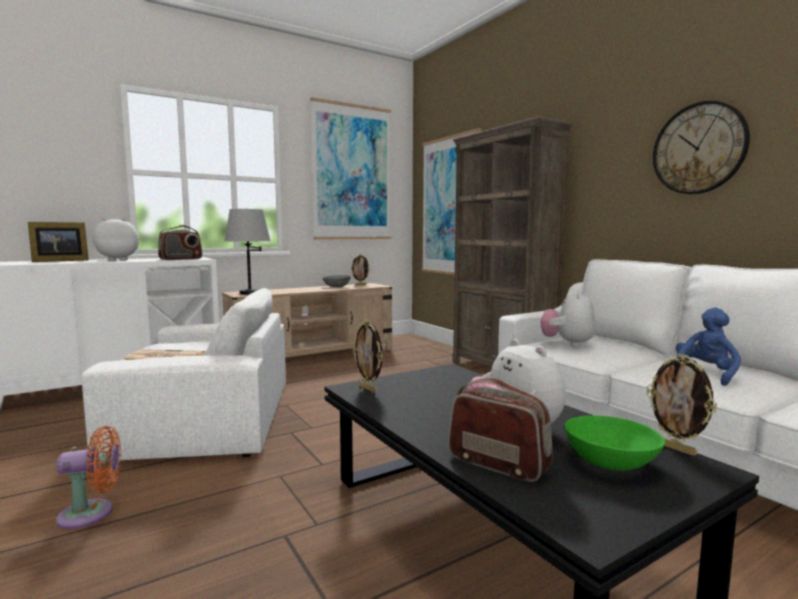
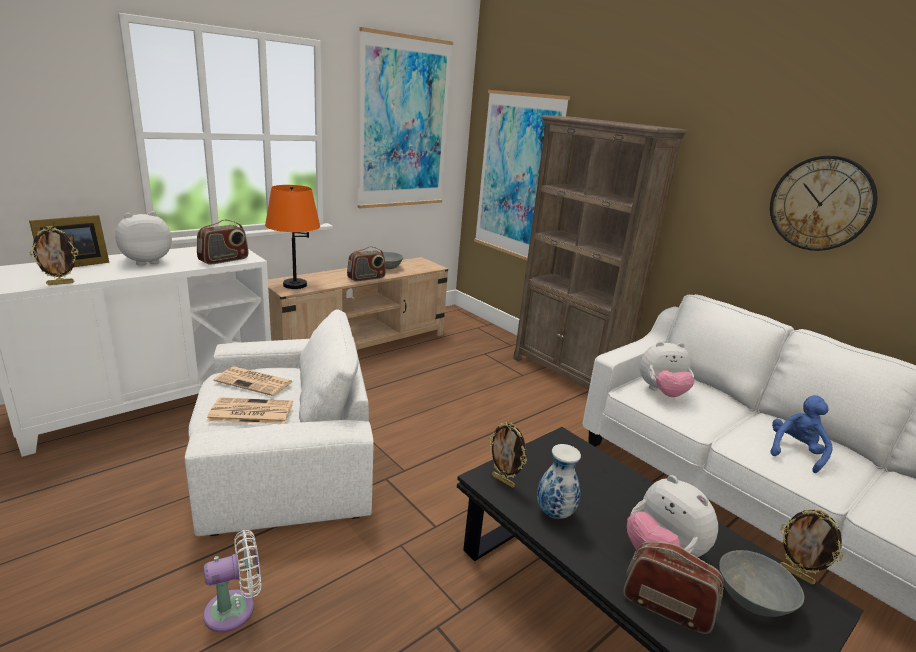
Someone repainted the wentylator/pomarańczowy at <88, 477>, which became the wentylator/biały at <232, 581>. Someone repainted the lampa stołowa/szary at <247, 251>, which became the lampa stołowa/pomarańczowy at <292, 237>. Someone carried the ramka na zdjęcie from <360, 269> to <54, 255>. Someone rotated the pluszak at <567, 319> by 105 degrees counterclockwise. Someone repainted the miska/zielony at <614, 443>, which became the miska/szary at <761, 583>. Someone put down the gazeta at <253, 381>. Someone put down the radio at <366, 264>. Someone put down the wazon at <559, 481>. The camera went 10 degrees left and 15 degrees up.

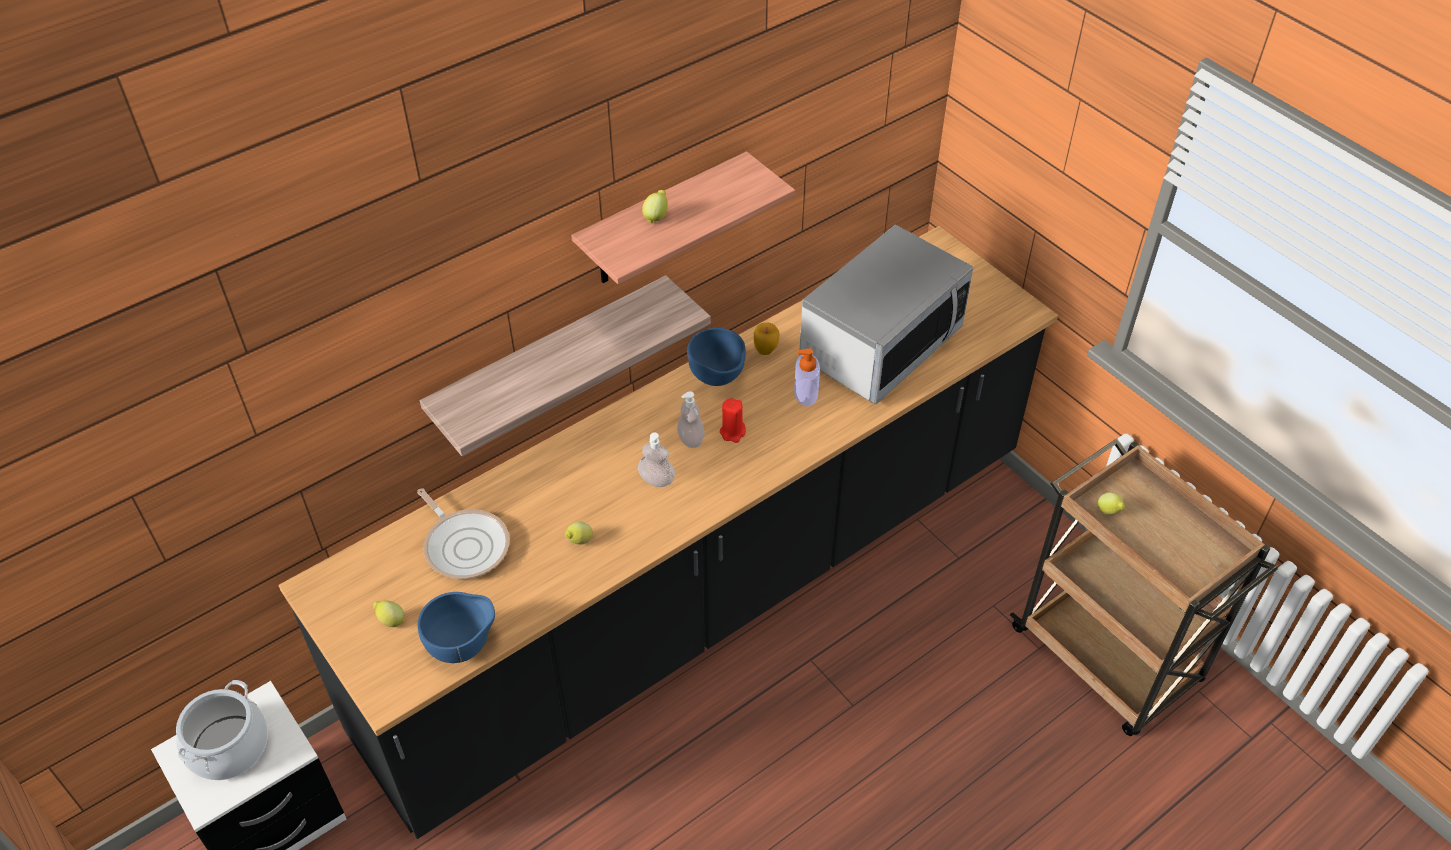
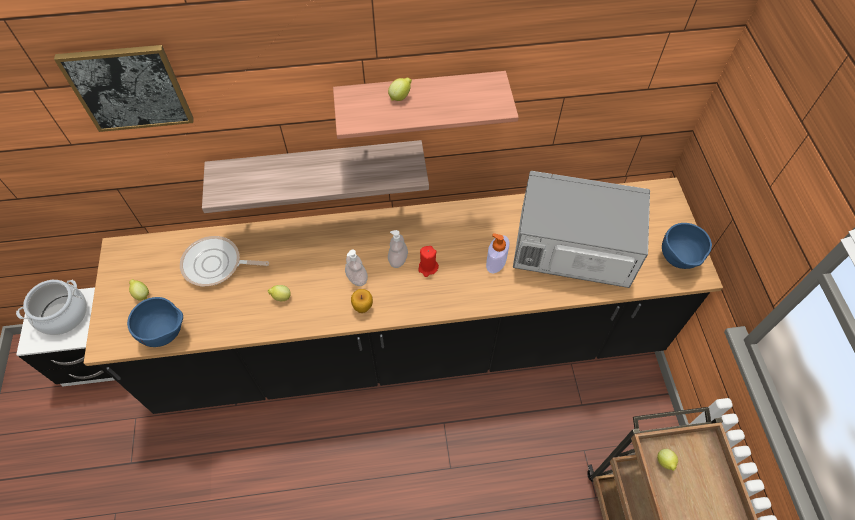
Someone rotated the patelnia at <463, 533> by 105 degrees clockwise. Someone carried the miska/niebieski from <716, 357> to <687, 246>. Someone carried the jabłko from <766, 338> to <362, 301>. Someone rotated the mikrofalówka at <886, 314> by 150 degrees counterclockwise. Someone put up the obraz at <124, 88>. The camera went 30 degrees right and 10 degrees up.

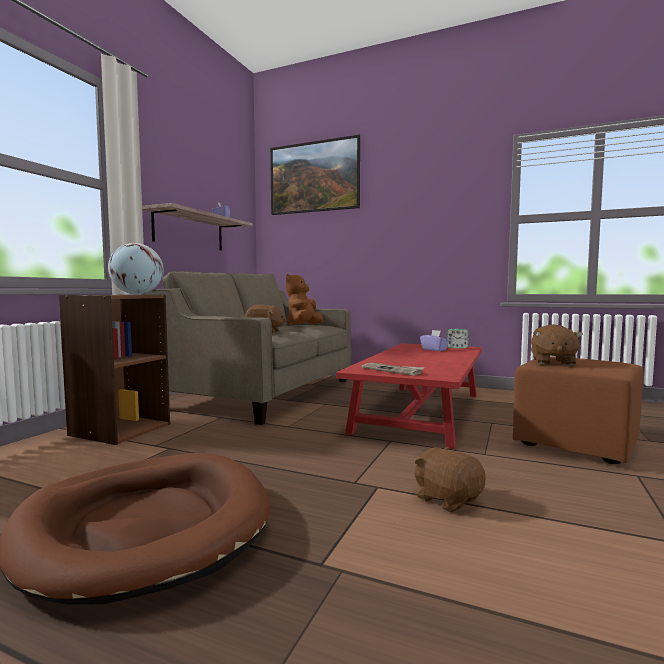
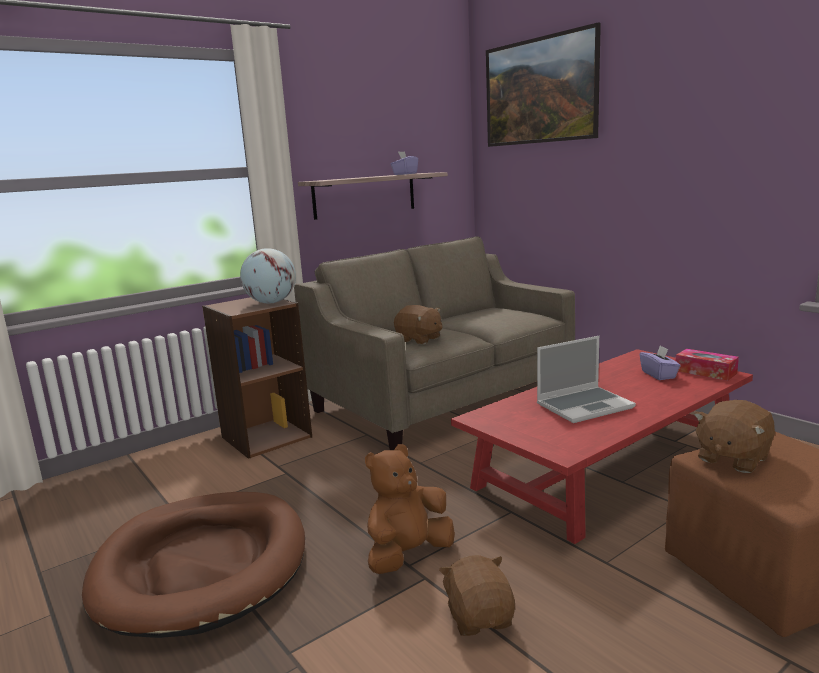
Someone carried the pluszak/brązowy from <304, 300> to <410, 509>. Someone took away the gazeta at <393, 369>. Someone swapped the budzik at <457, 339> for the pudełko chusteczek at <707, 365>. Someone put down the laptop at <586, 379>. The camera went 30 degrees right and 10 degrees up.

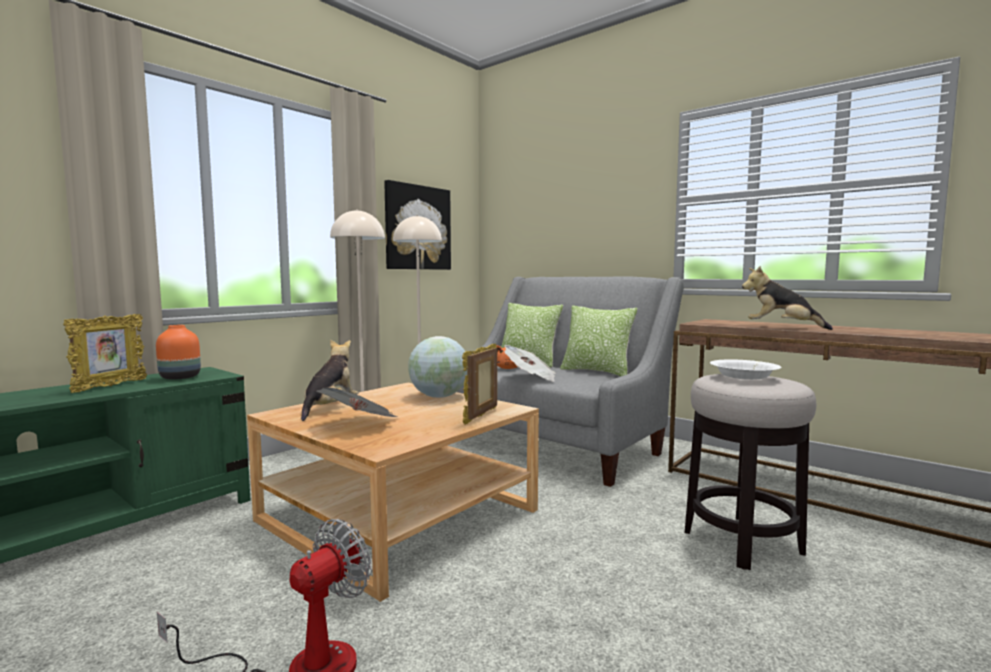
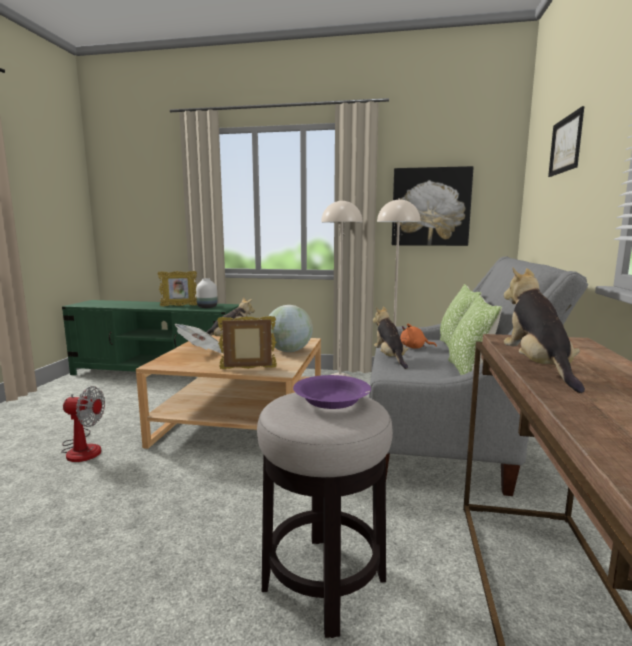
Someone repainted the wazon/pomarańczowy at <178, 352>, which became the wazon/biały at <207, 293>. Someone swapped the gazeta at <530, 363> for the pluszak at <390, 337>. Someone repainted the miska/biały at <745, 369>, which became the miska/fioletowy at <332, 392>. Someone put up the obraz at <566, 141>. The camera went 60 degrees right and 5 degrees up.

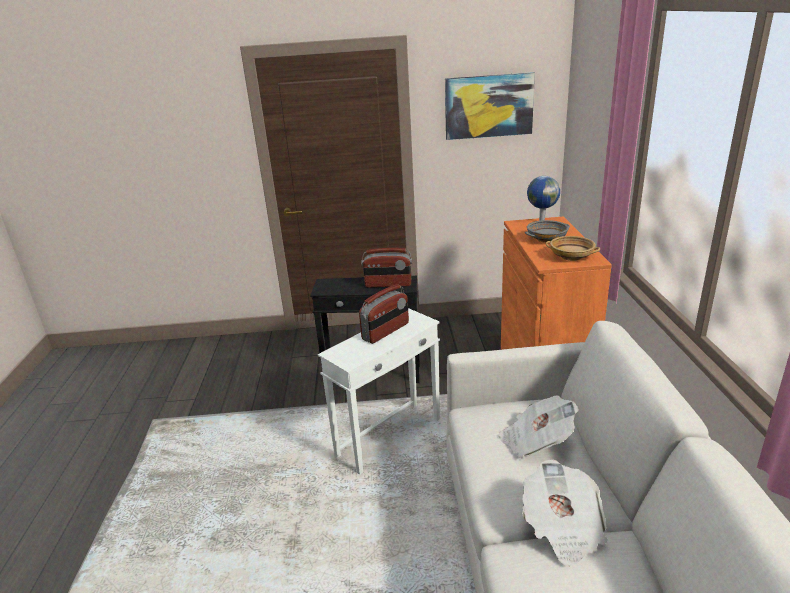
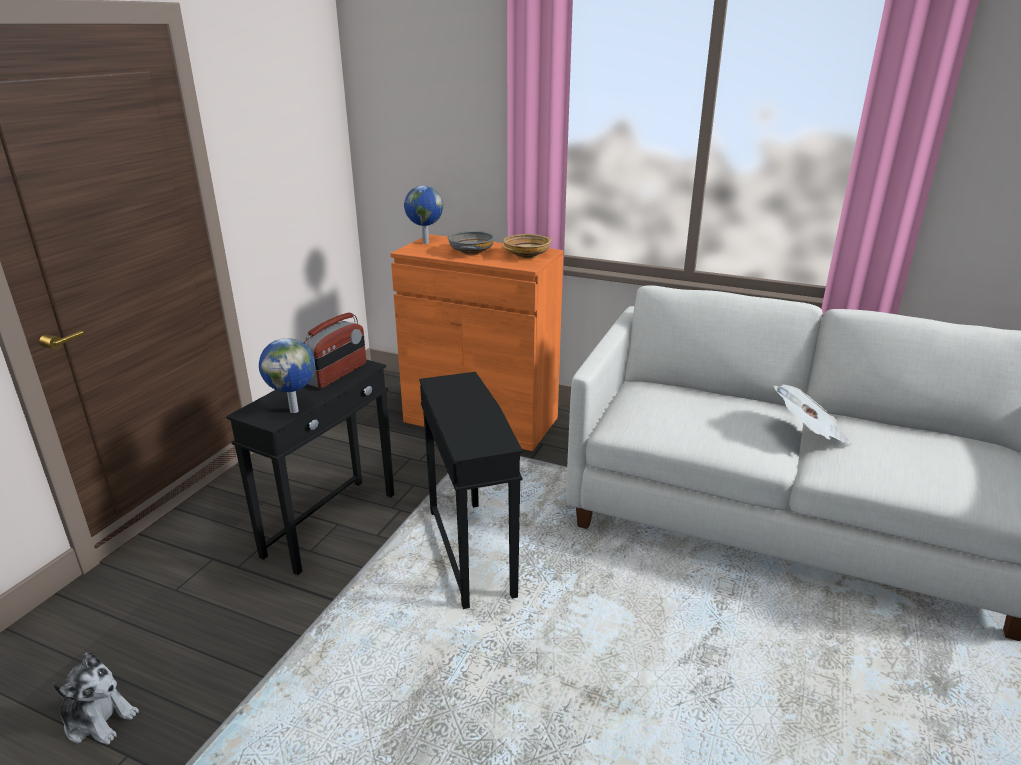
Someone repainted the stolik/biały at <379, 391>, which became the stolik/czarny at <471, 490>. Someone took away the radio at <384, 314>. Someone took away the obraz at <490, 106>. Someone took away the gazeta at <538, 427>. Someone put down the pluszak at <96, 698>. Someone put down the globus at <287, 375>. The camera went 65 degrees left and 0 degrees up.

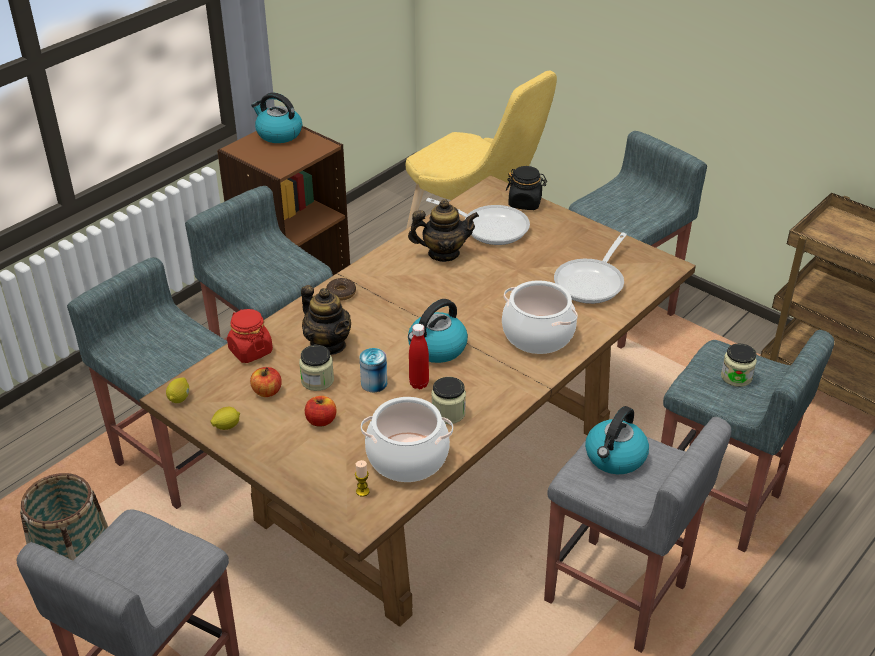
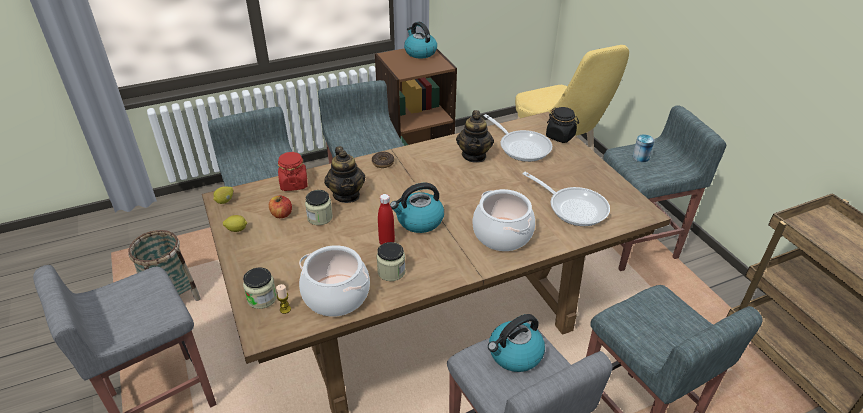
Someone took away the jabłko at <320, 411>. Someone carried the puszka from <373, 370> to <643, 148>. Someone rotated the imbryk at <443, 230> by 75 degrees clockwise. Someone rotated the patelnia at <590, 268> by 105 degrees counterclockwise. Someone carried the słoik from <739, 365> to <260, 288>. The camera went 25 degrees right and 0 degrees up.

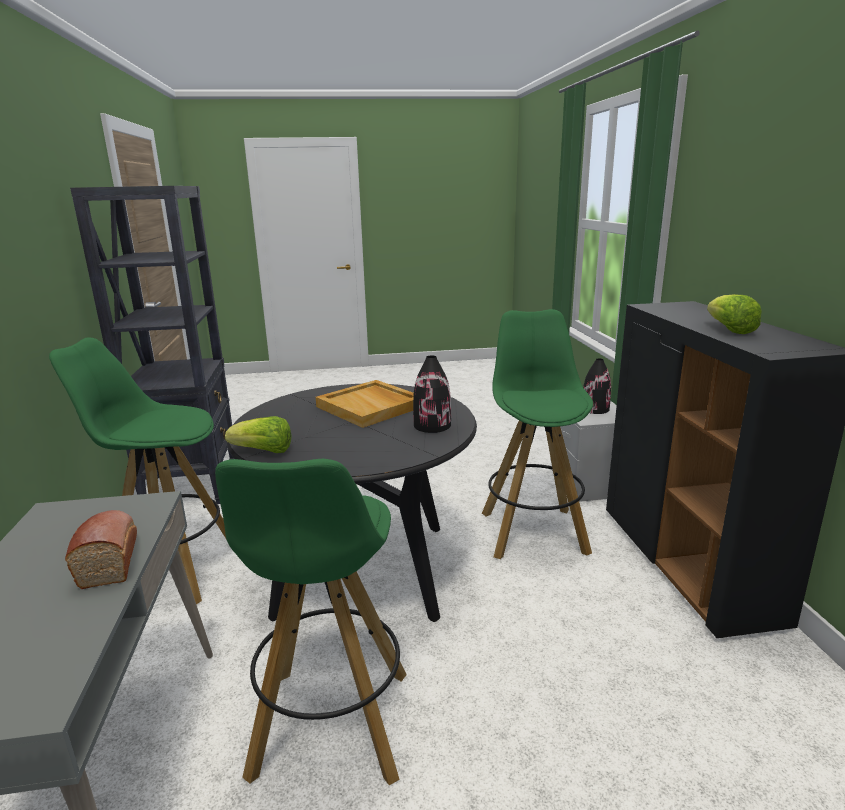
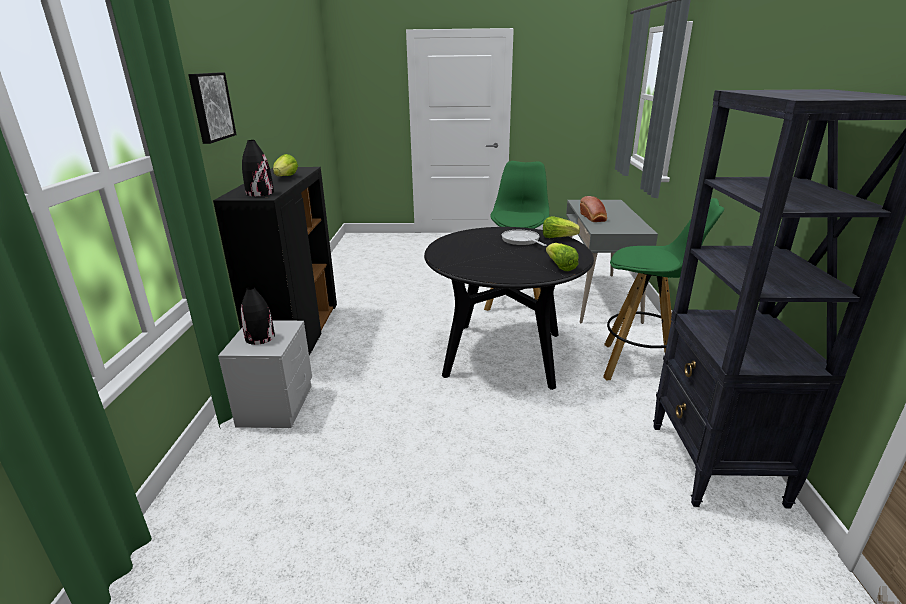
Someone took away the taca/beżowy at <365, 404>. Someone carried the wazon/czarny from <432, 394> to <258, 168>. Someone took away the stołek/zielony at <537, 434>. Someone put up the obraz at <212, 108>. Someone put down the patelnia at <524, 238>. Someone put down the sałata at <562, 257>. The camera went 170 degrees left and 5 degrees up.

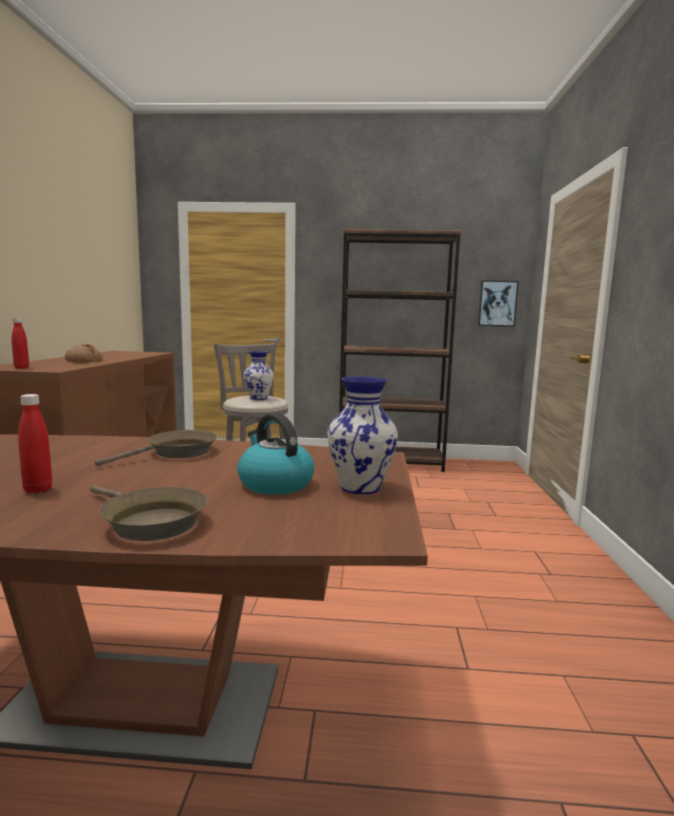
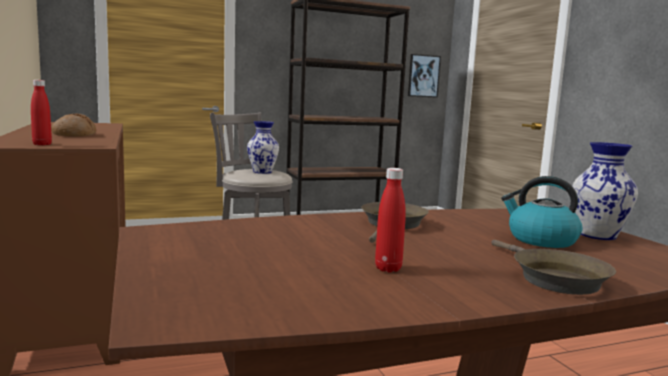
Someone rotated the patelnia/brązowy at <149, 513> by 60 degrees clockwise. The camera went 25 degrees left and 0 degrees up.

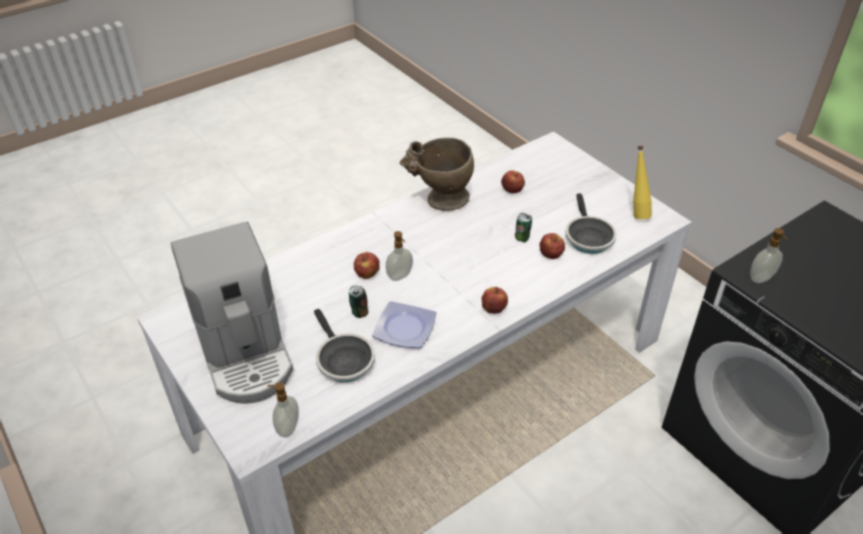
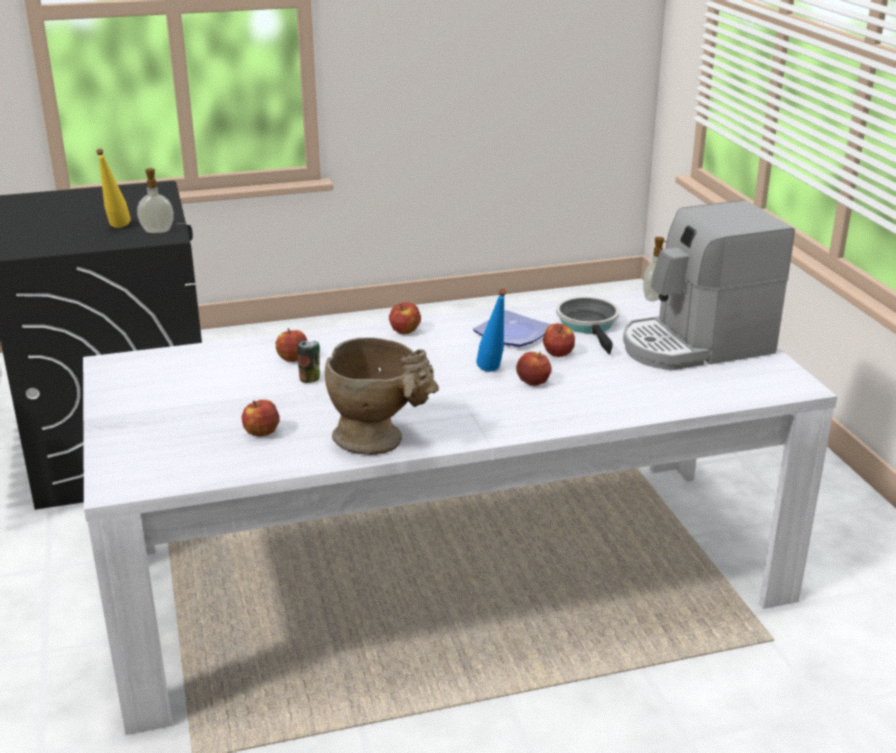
Someone rotated the ekspres do kawy at <232, 312> by 105 degrees counterclockwise. Someone swapped the puszka at <359, 301> for the jabłko at <559, 340>. Someone swapped the dozownik mydła at <399, 256> for the butelka/niebieski at <491, 330>. Someone took away the patelnia at <591, 223>. Someone carried the butelka/żółty from <642, 182> to <113, 188>. The camera went 160 degrees left and 15 degrees down.

